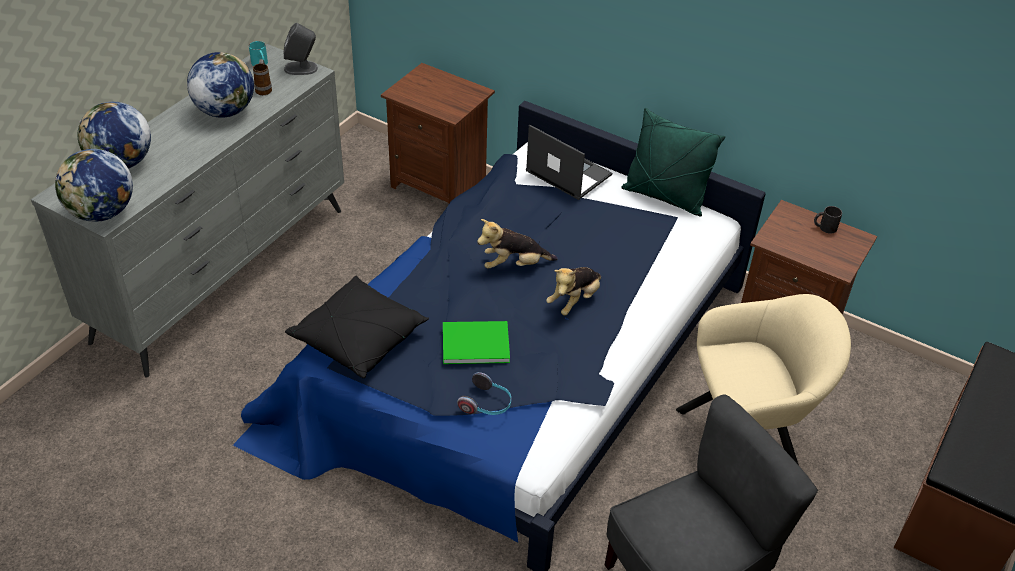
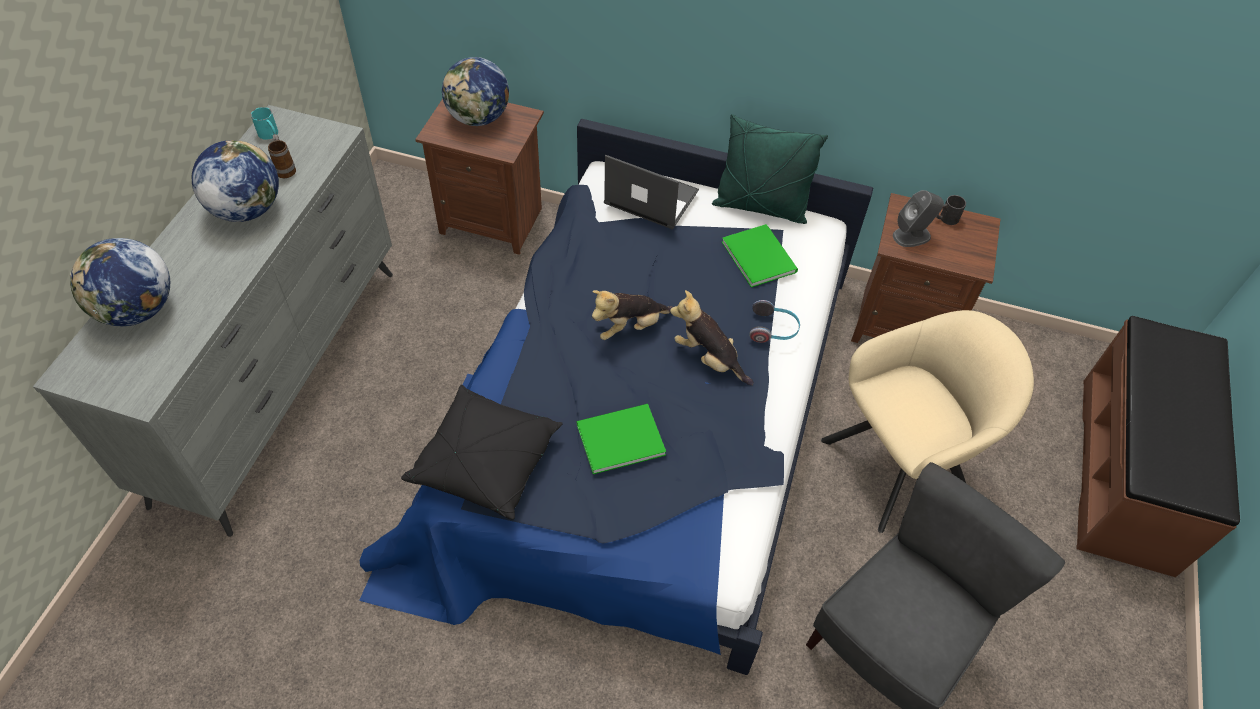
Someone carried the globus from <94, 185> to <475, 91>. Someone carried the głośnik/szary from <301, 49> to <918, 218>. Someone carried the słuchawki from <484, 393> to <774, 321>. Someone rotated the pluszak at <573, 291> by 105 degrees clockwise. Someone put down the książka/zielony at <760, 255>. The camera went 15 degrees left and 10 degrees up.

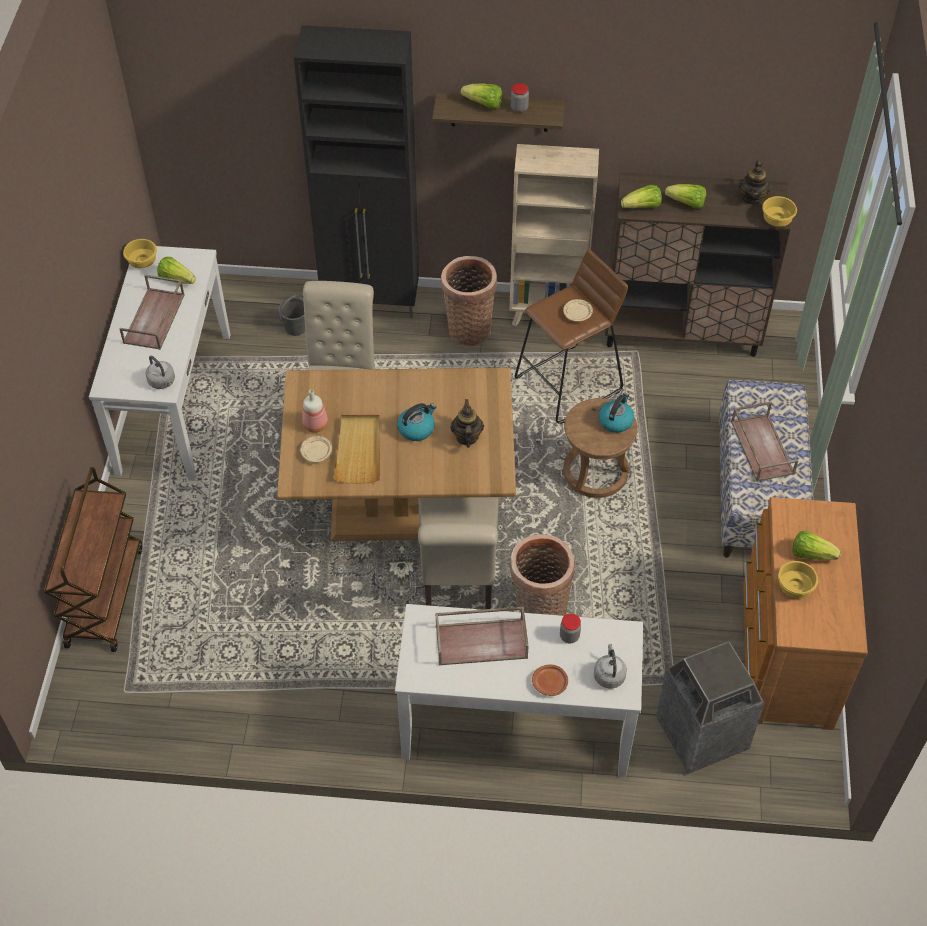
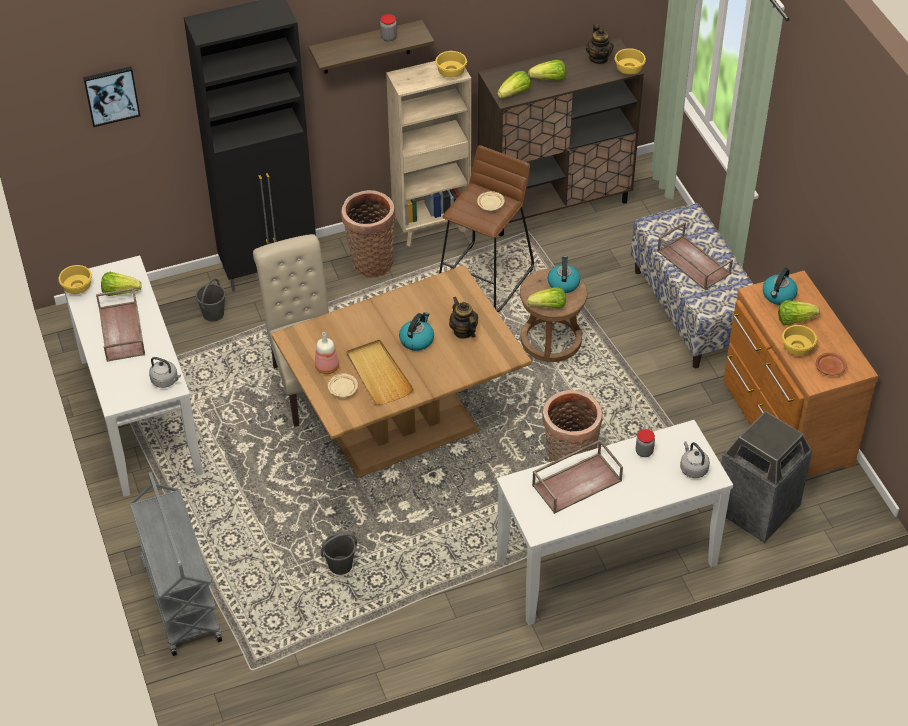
Someone repainted the wózek/brązowy at <93, 559>, which became the wózek/szary at <176, 564>. Someone took away the krzesło/beżowy at <458, 553>. Someone carried the sałata from <482, 96> to <546, 298>. Someone carried the talerz/brązowy from <550, 680> to <831, 364>. Someone put up the obraz at <111, 97>. Someone put down the wiadro/szary at <339, 554>. Someone put down the miska/żółty at <451, 64>. Someone put down the czajnik at <780, 286>. The camera went 25 degrees left and 5 degrees down.

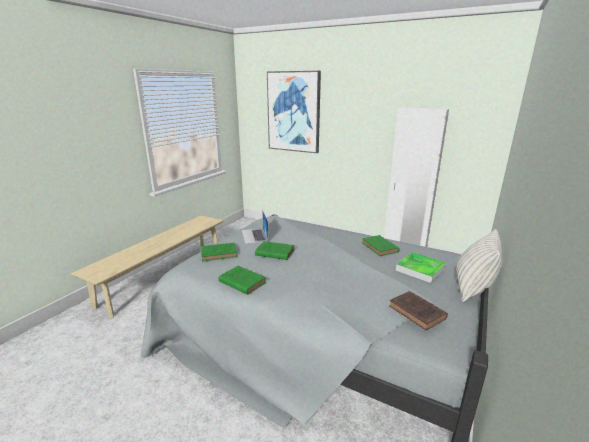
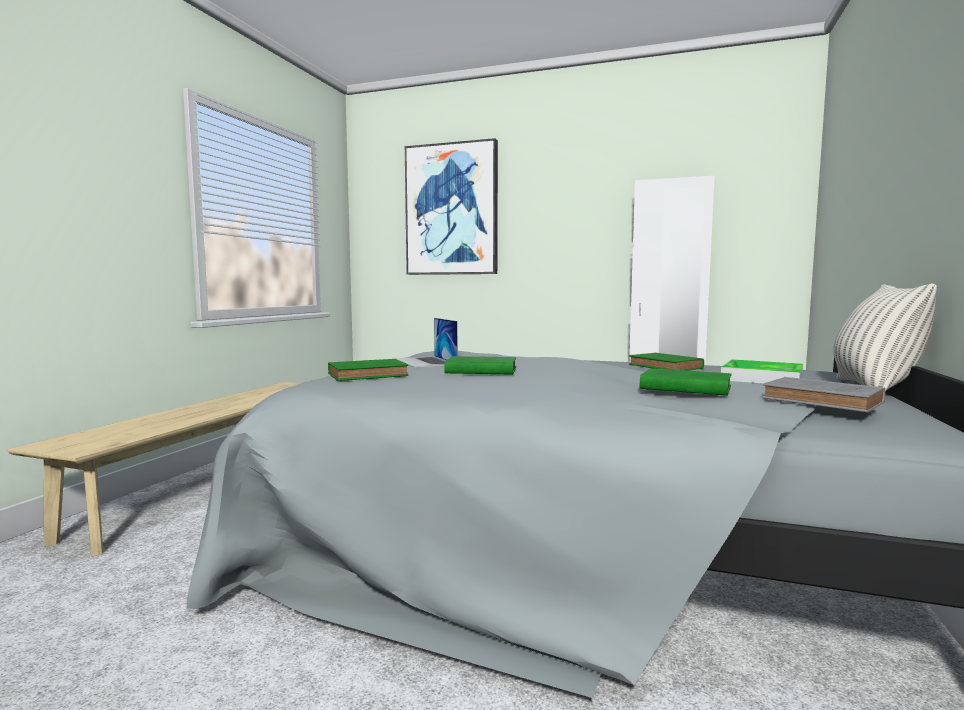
Someone carried the książka/zielony from <242, 280> to <685, 382>. Someone repainted the książka/brązowy at <418, 310>, which became the książka/szary at <823, 395>. The camera went 10 degrees left and 15 degrees down.

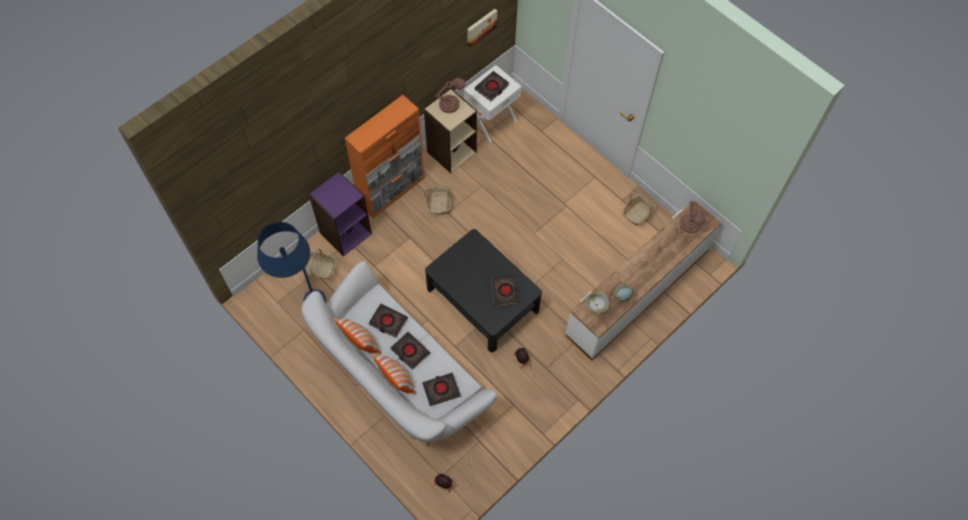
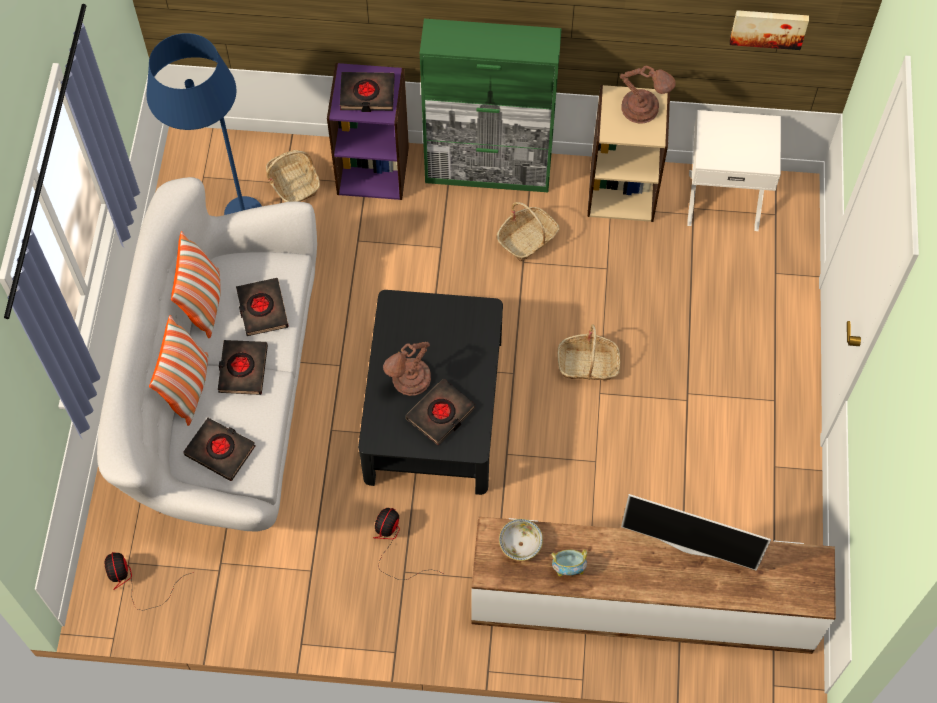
Someone repainted the szafka/pomarańczowy at <385, 157>, which became the szafka/zielony at <491, 105>. Someone carried the książka/czarny from <492, 86> to <367, 92>. Someone carried the koszyk from <639, 209> to <589, 352>. Someone carried the lampa stołowa/brązowy from <692, 217> to <407, 369>. Someone put down the telewizor at <696, 532>. The camera went 50 degrees right and 0 degrees up.

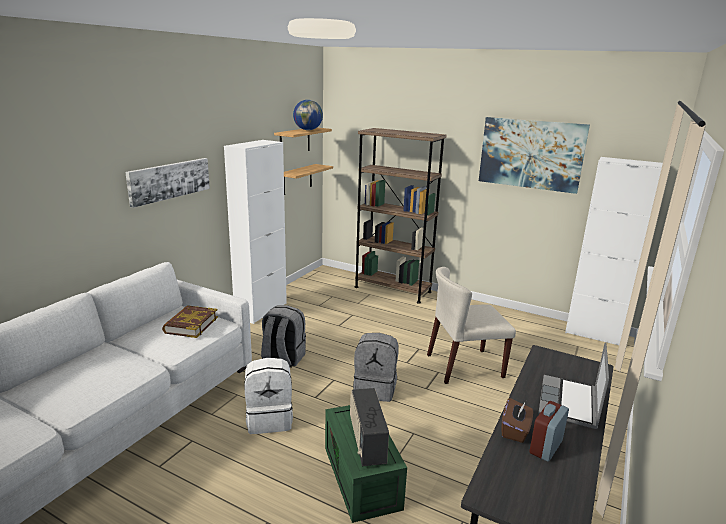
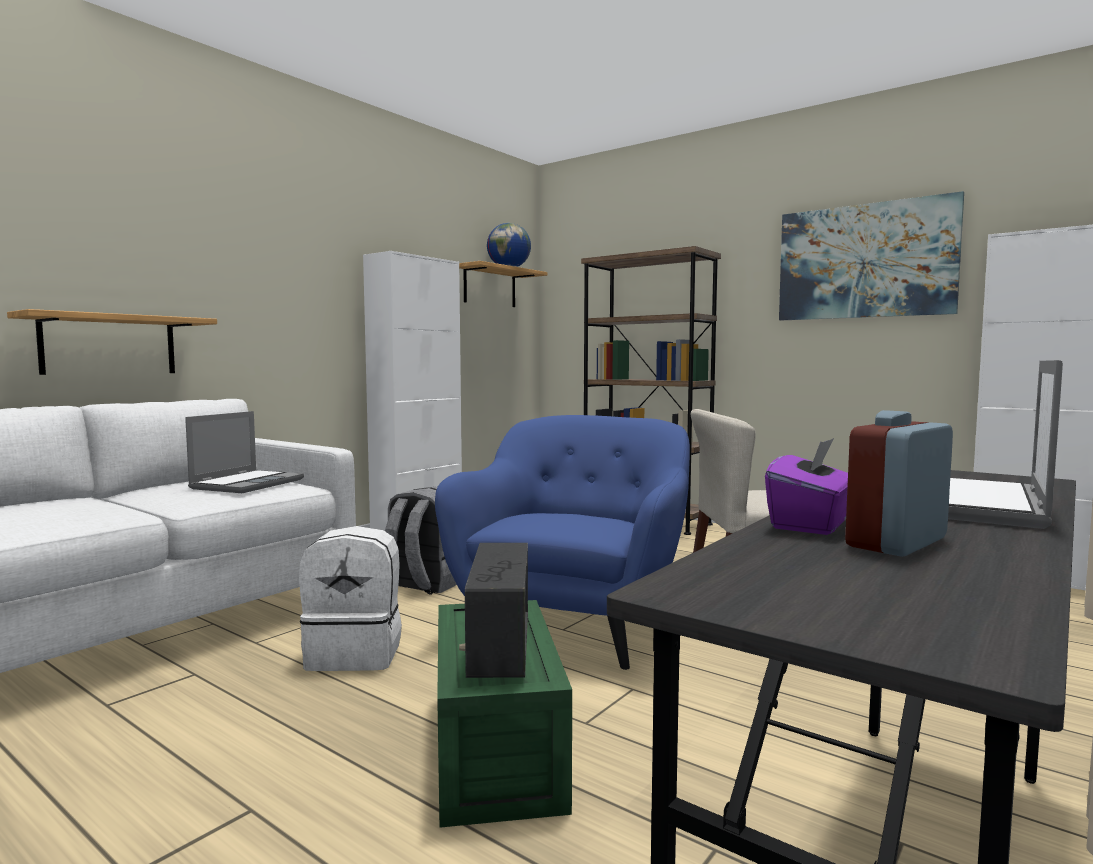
Someone took away the obraz at <167, 183>. Someone swapped the książka at <190, 321> for the laptop at <244, 452>. Someone carried the półka from <308, 179> to <112, 342>. Someone swapped the plecak/szary at <376, 367> for the fotel/niebieski at <562, 542>. Someone repainted the pudełko chusteczek/brązowy at <517, 420>, which became the pudełko chusteczek/fioletowy at <806, 486>. The camera went 10 degrees right and 15 degrees down.

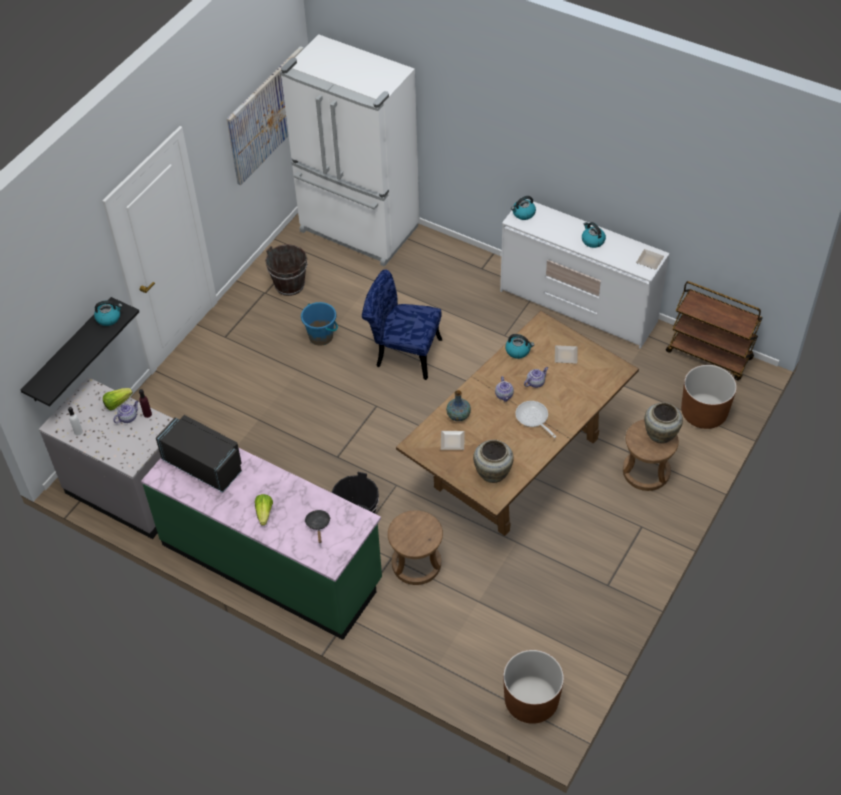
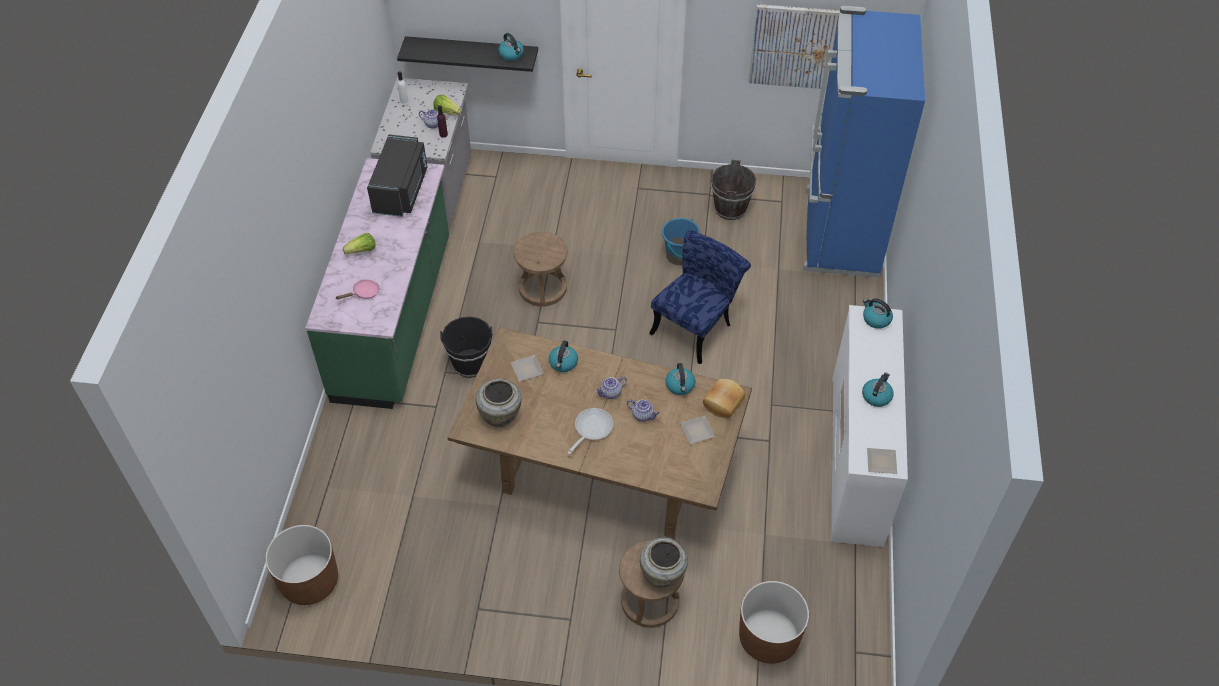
Someone repainted the lodówka/biały at <350, 150>, which became the lodówka/niebieski at <864, 142>. Someone repainted the patelnia/czarny at <318, 526>, which became the patelnia/różowy at <357, 289>. Someone rotated the krzesło/niebieski at <402, 324> by 45 degrees clockwise. Someone carried the stołek/brązowy from <415, 547> to <540, 269>. Someone swapped the wazon at <458, 405> for the czajnik at <563, 356>. Someone took away the wózek/brązowy at <714, 330>. Someone put down the chleb at <724, 399>. The camera went 65 degrees right and 0 degrees up.

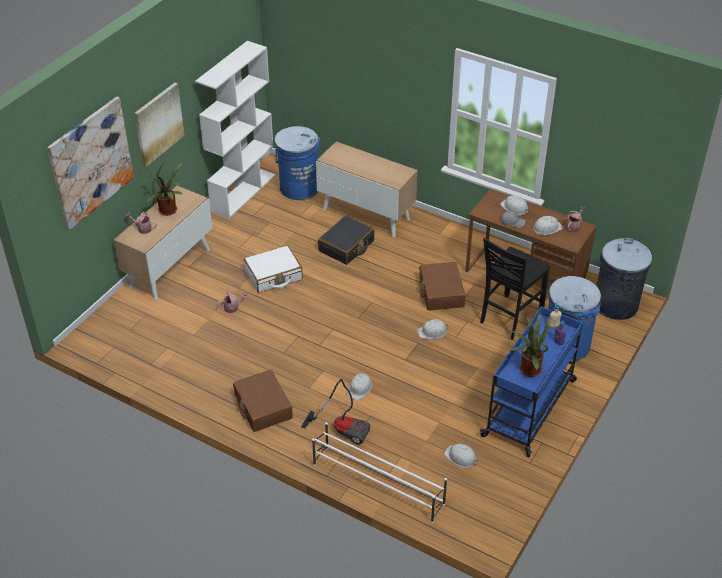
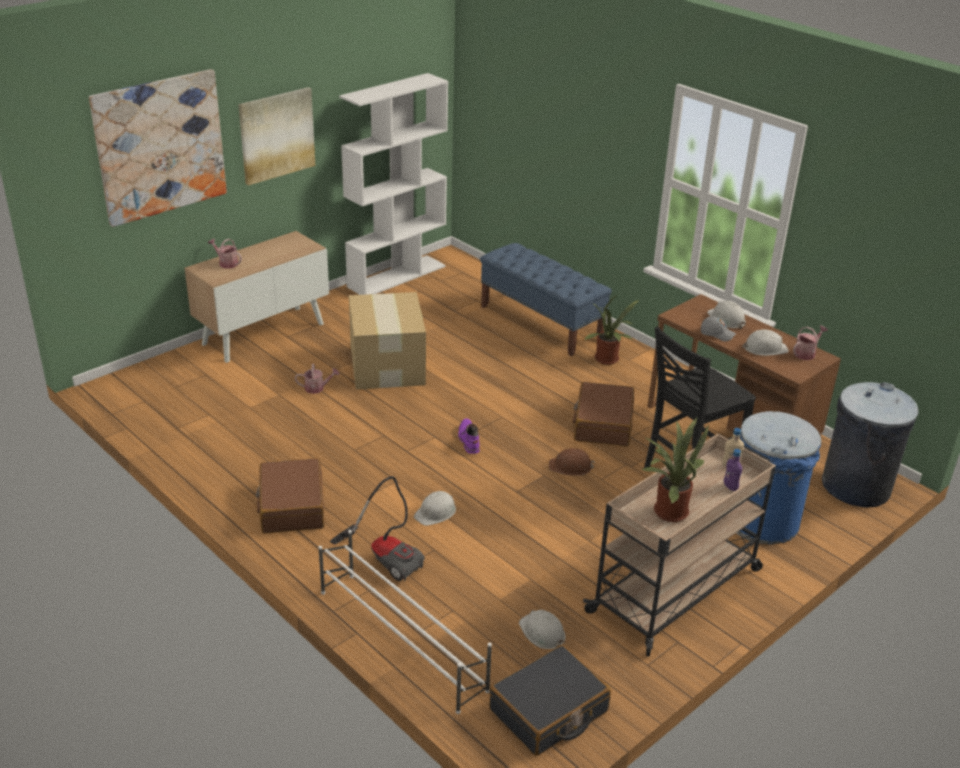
Someone carried the roślina doniczkowa from <164, 189> to <611, 329>. Someone swapped the walizka/biały at <273, 269> for the karton at <387, 341>. Someone took away the kosz na śmieci/niebieski at <297, 163>. Someone swapped the szafka at <366, 189> for the ławka/niebieski at <546, 299>. Someone carried the walizka/czarny from <346, 240> to <550, 700>. Someone repainted the kask/biały at <432, 329>, which became the kask/brązowy at <572, 462>. Someone repainted the wózek/niebieski at <531, 381>, which became the wózek/beżowy at <679, 545>. Someone put down the but z cholewką/fioletowy at <469, 436>. The camera went 15 degrees right and 10 degrees down.

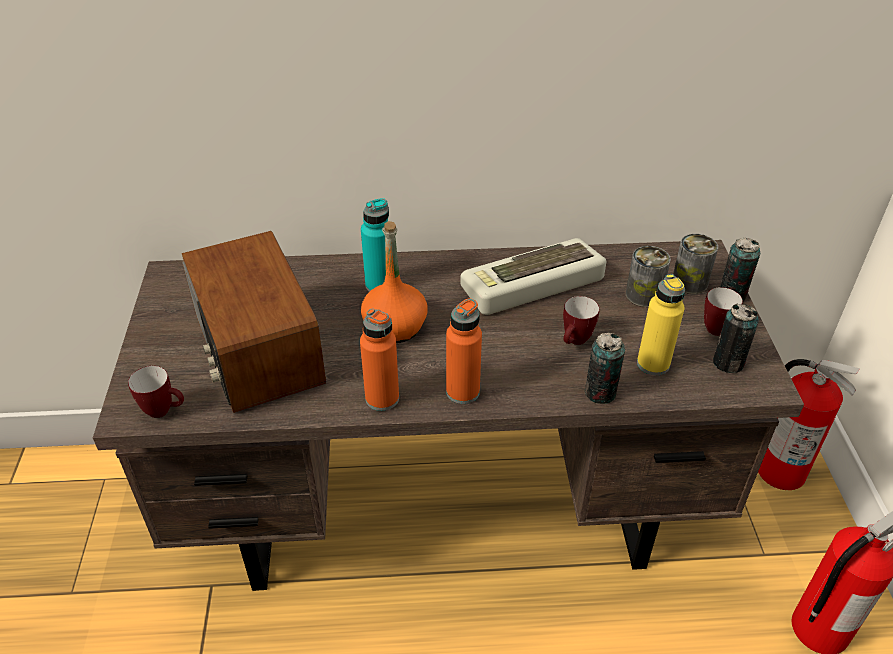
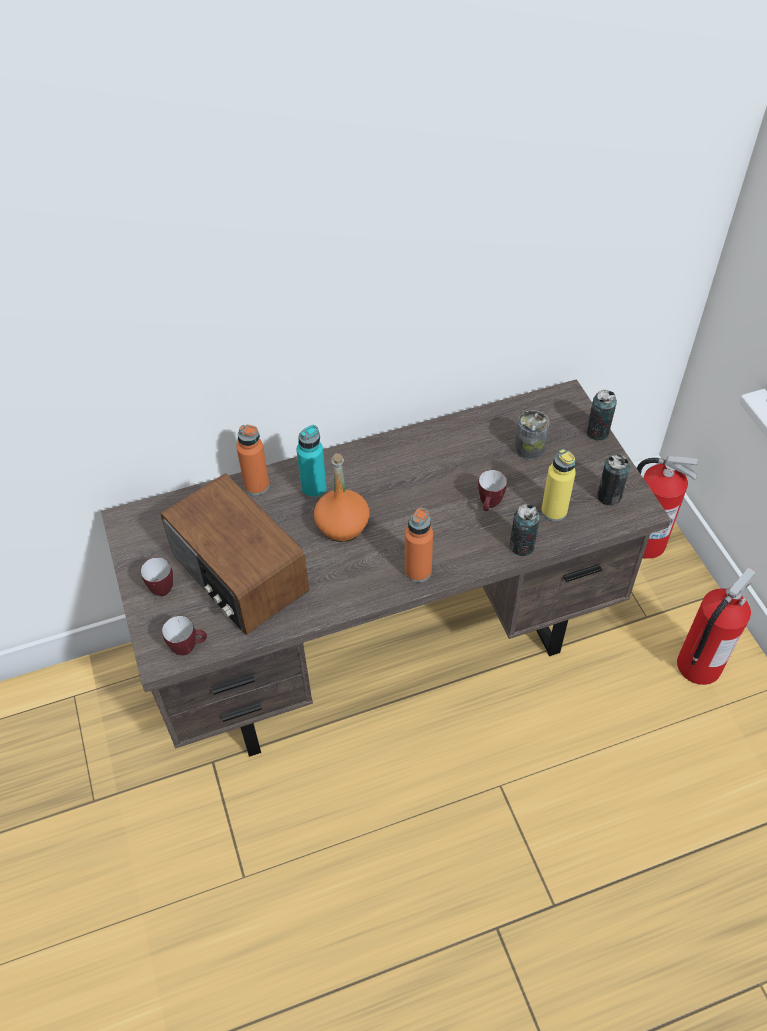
Someone carried the butelka/pomarańczowy from <379, 359> to <252, 460>. Someone took away the klawiatura at <533, 276>. Someone took away the puszka at <695, 264>. Someone carried the kubek from <723, 311> to <157, 576>. The camera went 15 degrees left and 10 degrees up.

